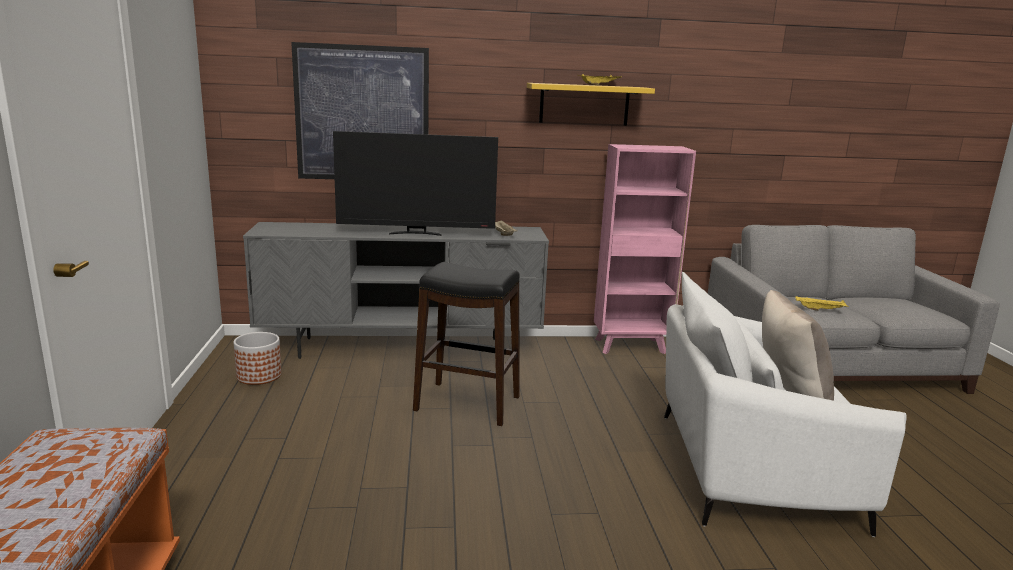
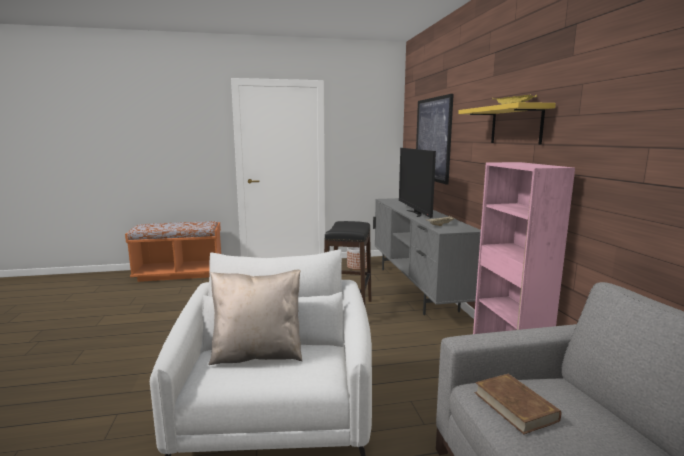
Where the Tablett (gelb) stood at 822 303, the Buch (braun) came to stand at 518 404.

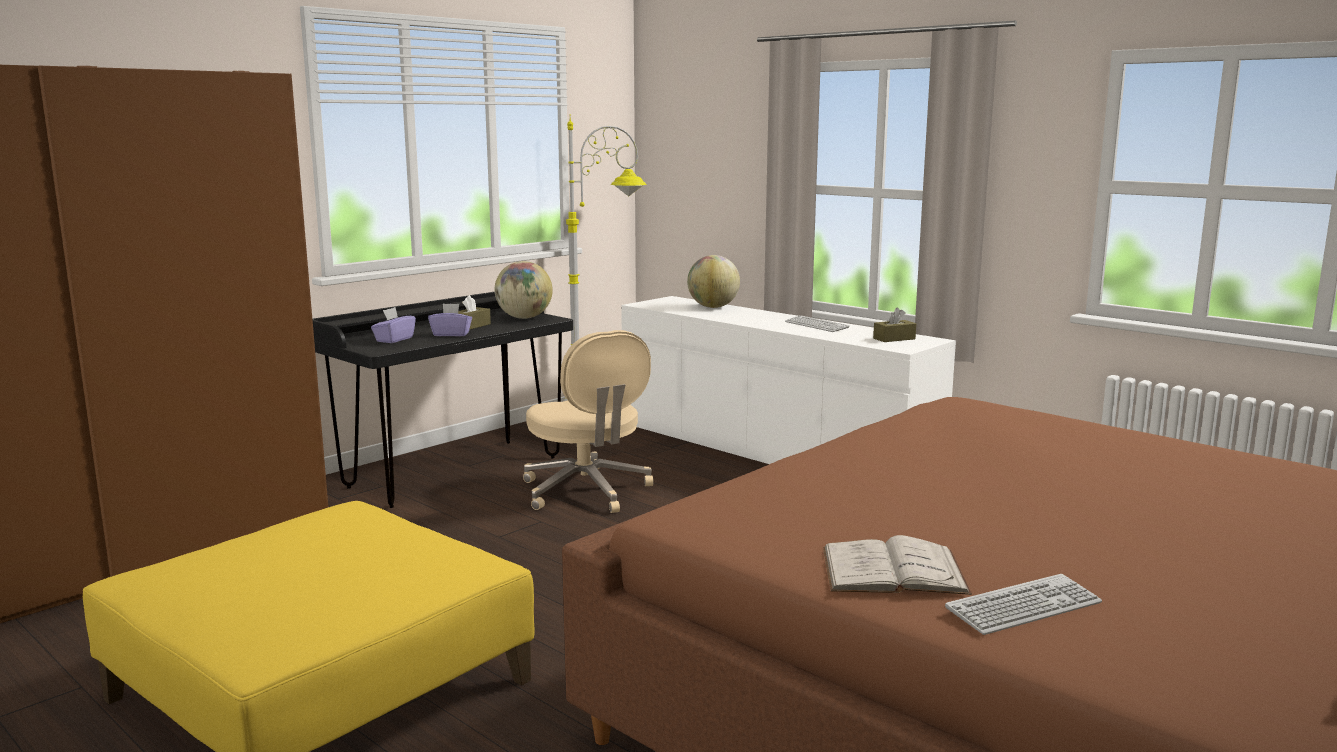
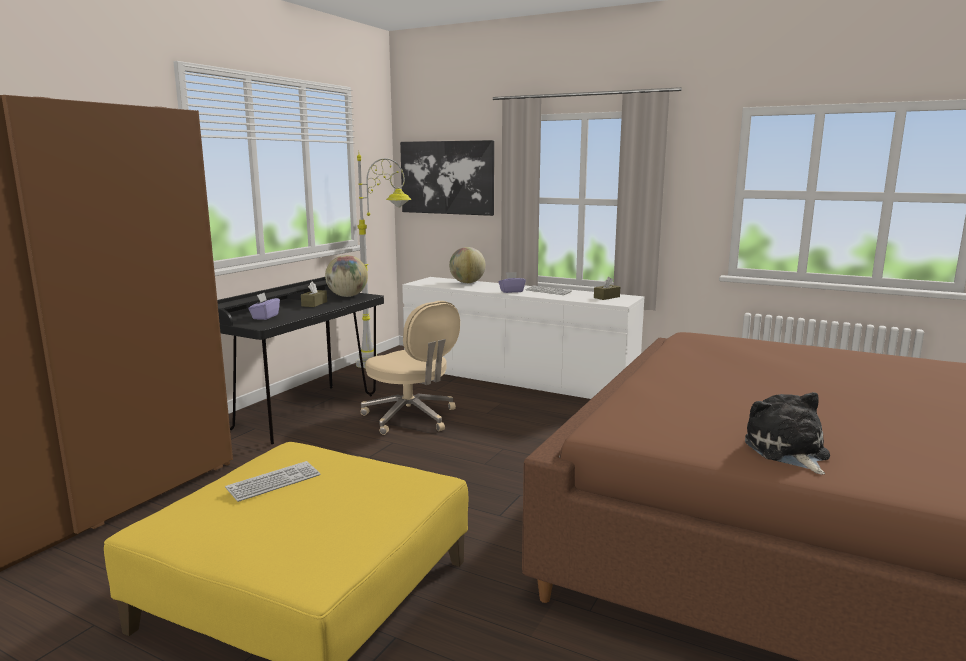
The Taschentuchbox (lila) ended up elsewhere, having gone from 450 320 to 512 282. Where the Buch (weiß) stood at 897 565, the Plüschtier came to stand at 787 433. The Tastatur ended up elsewhere, having gone from 1023 604 to 272 481. The second view gained the Bild at 447 178.

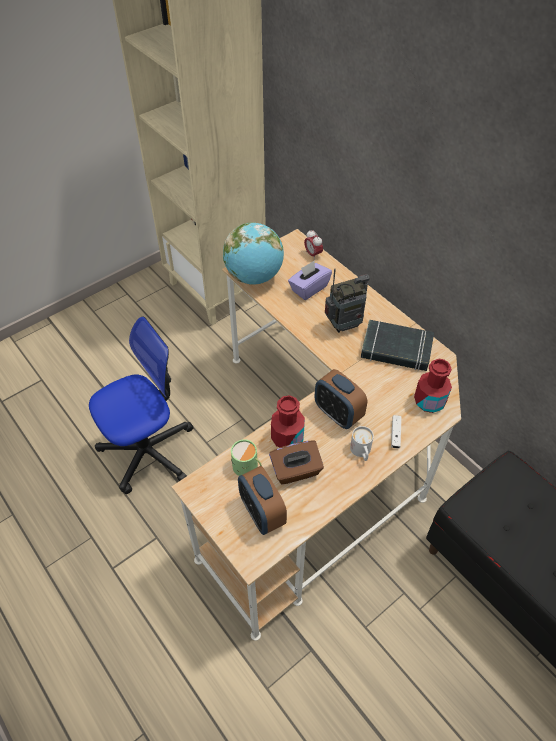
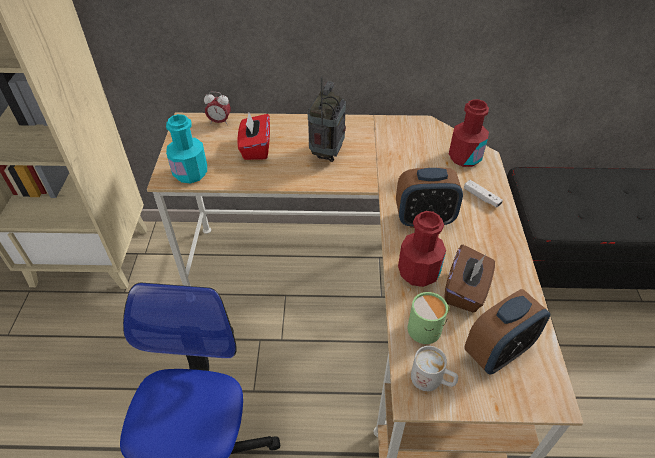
Where the Globus stood at 253 253, the Flasche (türkis) came to stand at 186 148. The Wecker at 262 500 ended up facing another way, 45 degrees counterclockwise from before. What was the Taschentuchbox (lila) at 310 280 turned into the Taschentuchbox (rot) at 253 136. The Henkelbecher (weiß) ended up elsewhere, having gone from 362 443 to 434 368. The second view lost the Buch (schwarz) at 397 345.

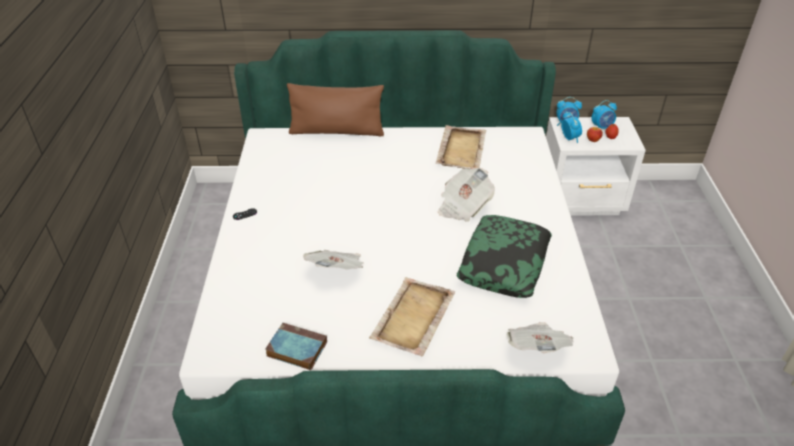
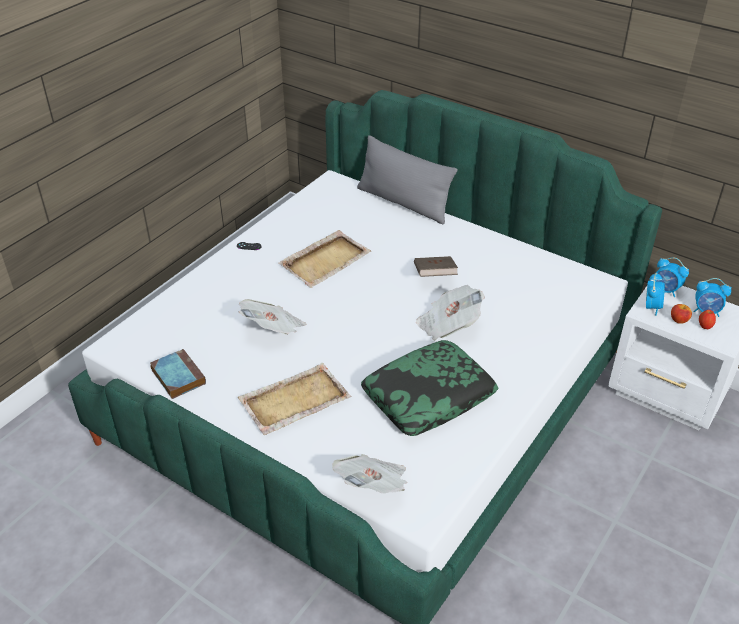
What was the Kissen (braun) at 335 109 turned into the Kissen (grau) at 407 179. The Tablett (beige) ended up elsewhere, having gone from 461 147 to 325 259. The second view gained the Buch (braun) at 436 266.

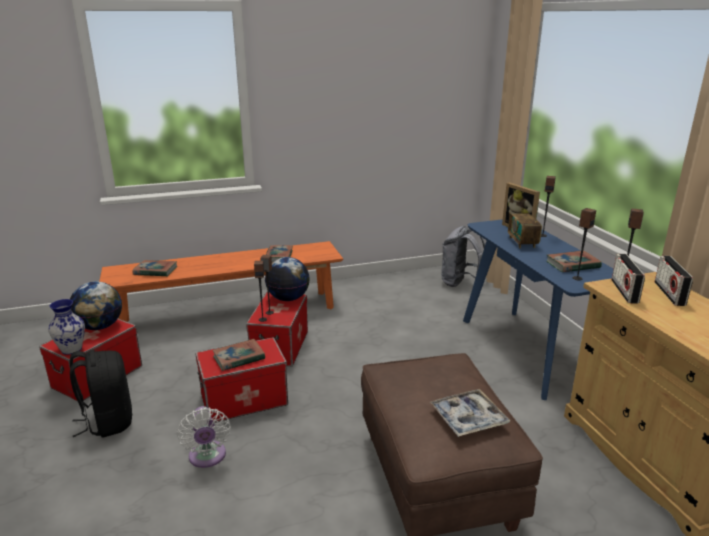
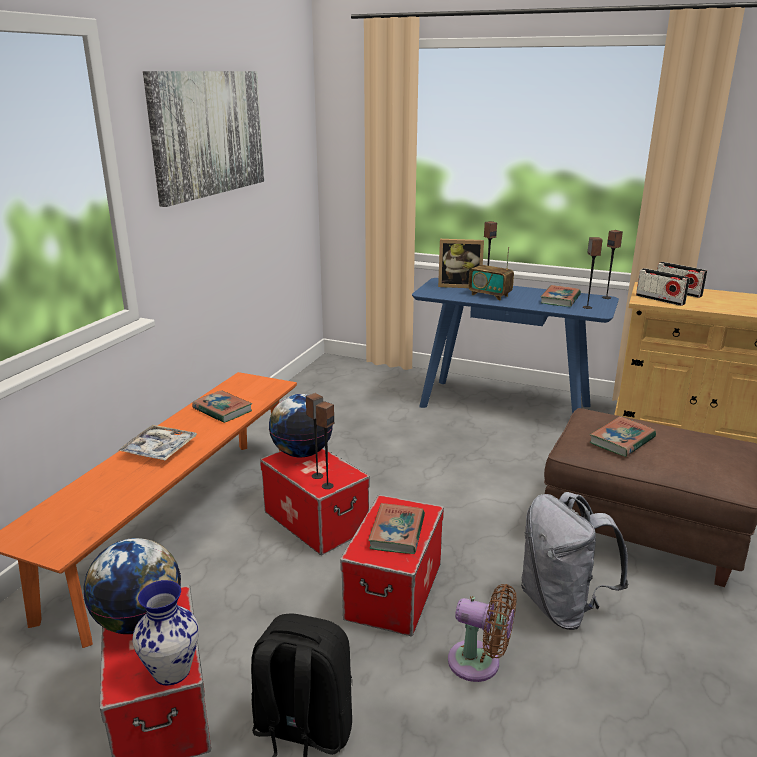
The Buch ended up elsewhere, having gone from 154 268 to 623 436. What was the Ventilator (weiß) at 204 437 turned into the Ventilator (braun) at 482 633. The Tablett ended up elsewhere, having gone from 470 413 to 157 443. The Rucksack (grau) ended up elsewhere, having gone from 463 256 to 575 561. The second view gained the Bild at 203 139.

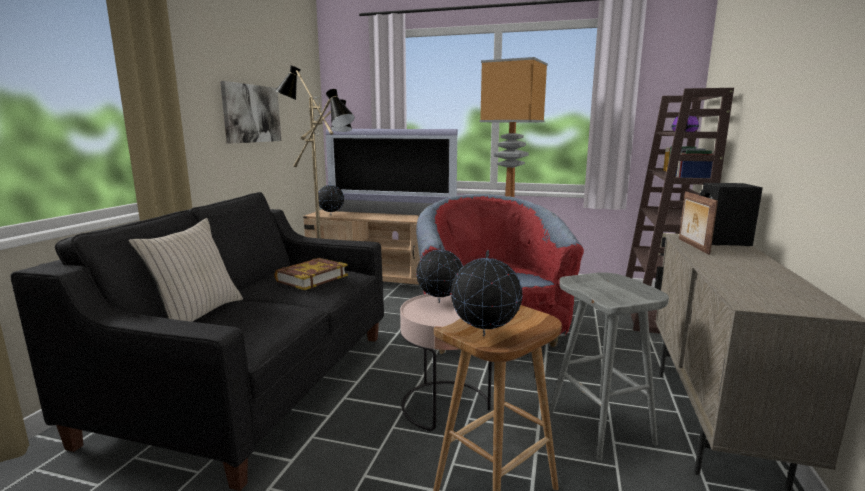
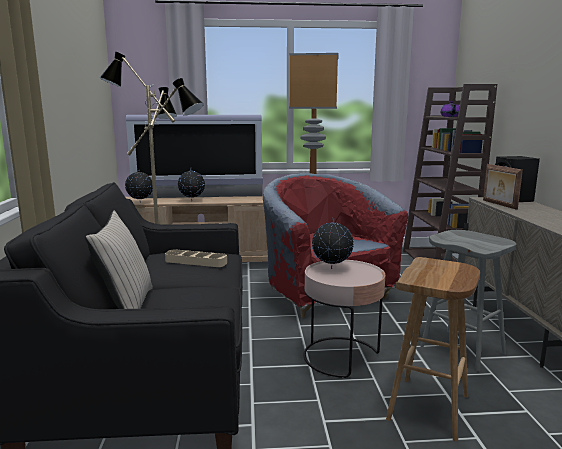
The second view lost the Bild at 250 112. Where the Buch stood at 311 274, the Tablett (beige) came to stand at 196 258. The Globus ended up elsewhere, having gone from 487 293 to 191 184.

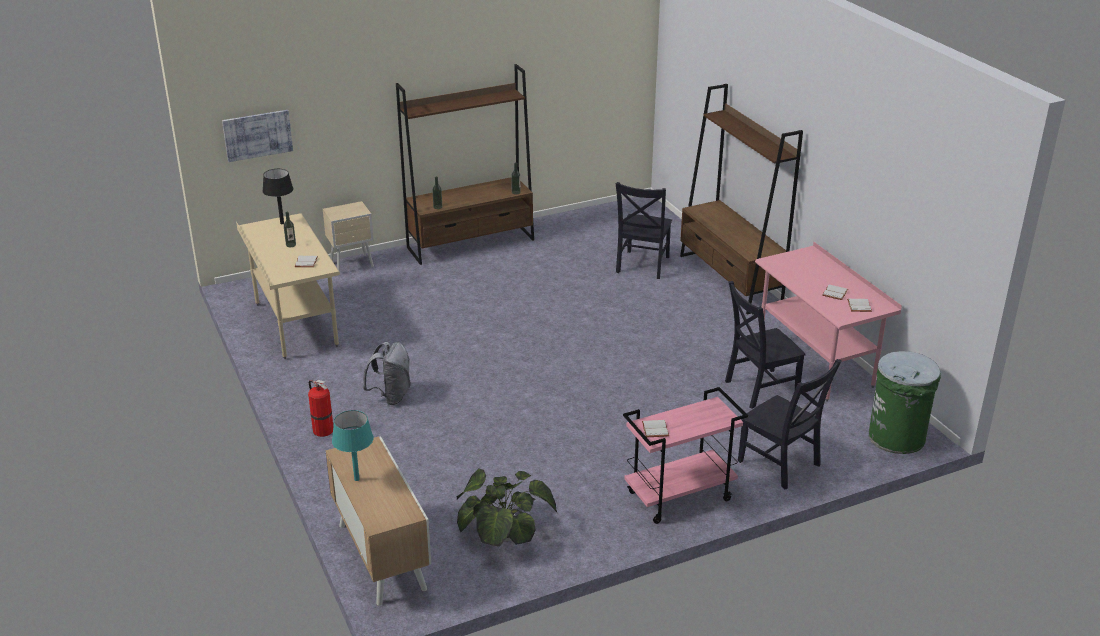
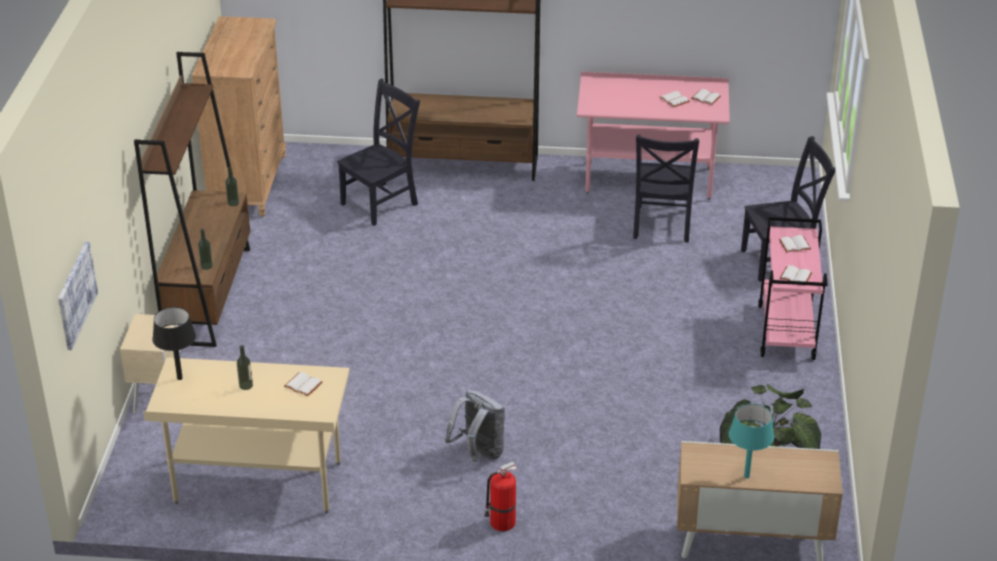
The Stuhl (schwarz) at 644 230 ended up facing another way, 90 degrees counterclockwise from before. The second view lost the Mülleimer (grün) at 905 402. The second view gained the Kommode (braun) at 239 116. The second view gained the Buch (weiß) at 795 243.

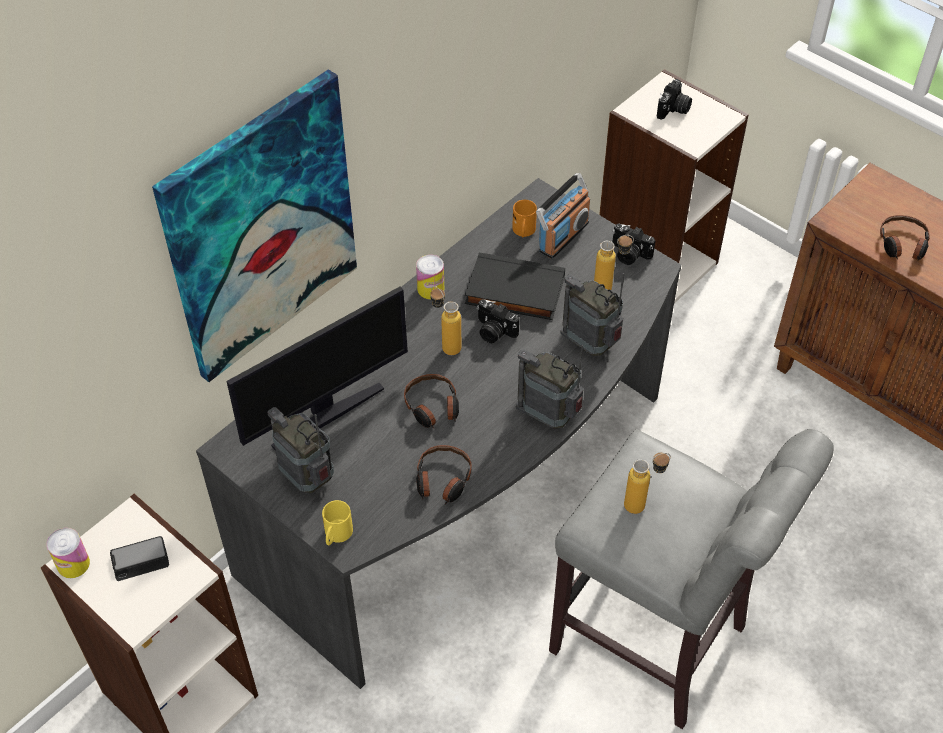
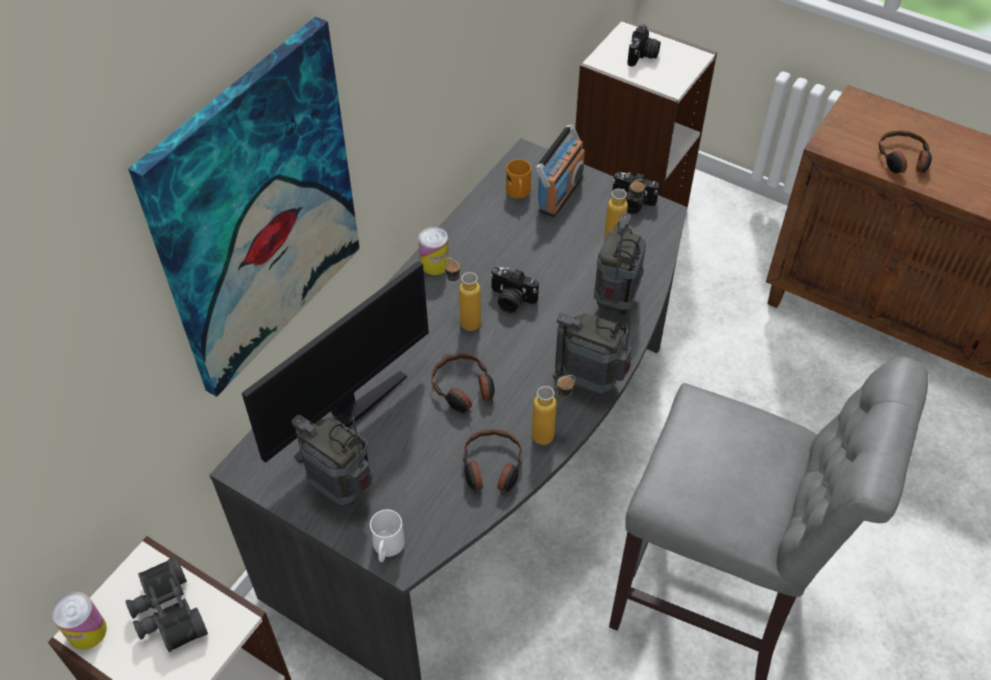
Where the Handy stood at 139 558, the Fernglas (schwarz) came to stand at 166 604. What was the Henkelbecher (gelb) at 337 522 turned into the Henkelbecher (weiß) at 387 535. The second view lost the Buch (schwarz) at 515 286. The Radio at 592 314 ended up facing another way, 75 degrees clockwise from before. The Flasche ended up elsewhere, having gone from 647 483 to 553 410.

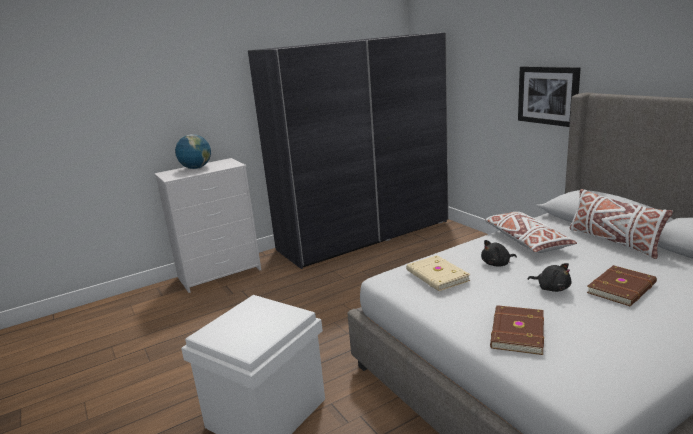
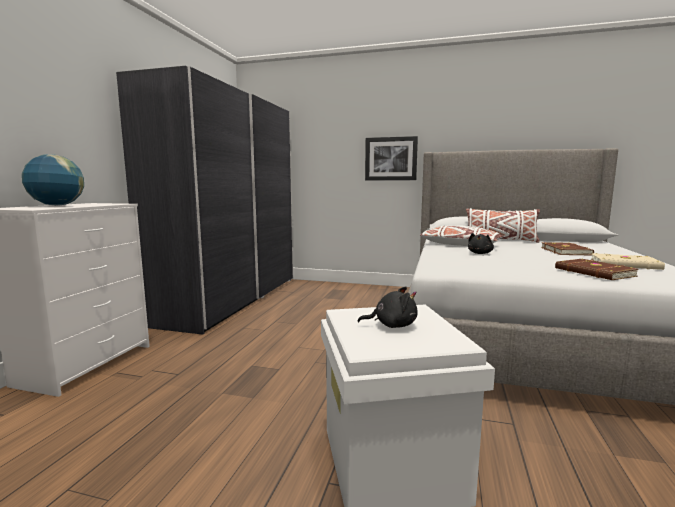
The Buch (beige) ended up elsewhere, having gone from 438 273 to 628 261. The Plüschtier (schwarz) ended up elsewhere, having gone from 549 277 to 388 307.

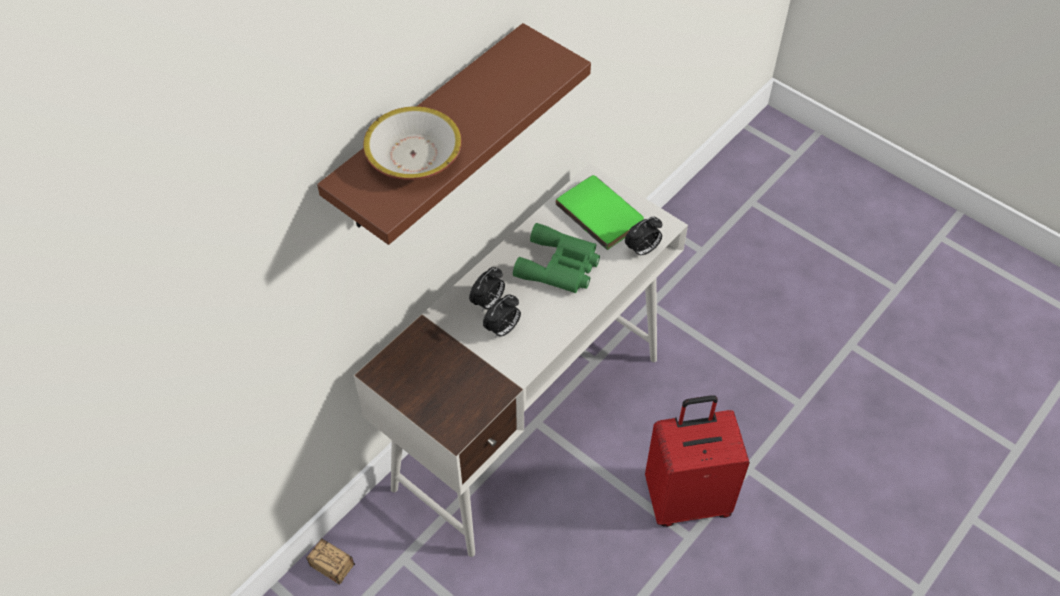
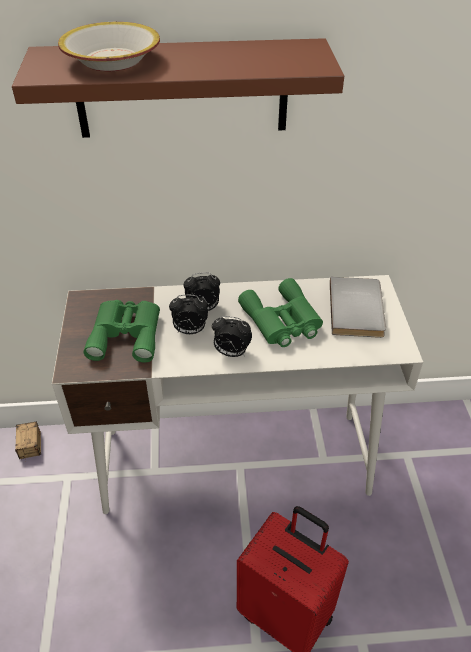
What was the Buch (grün) at 600 212 turned into the Buch (grau) at 358 307. The Wecker ended up elsewhere, having gone from 643 236 to 232 336. The second view gained the Fernglas (grün) at 121 331.

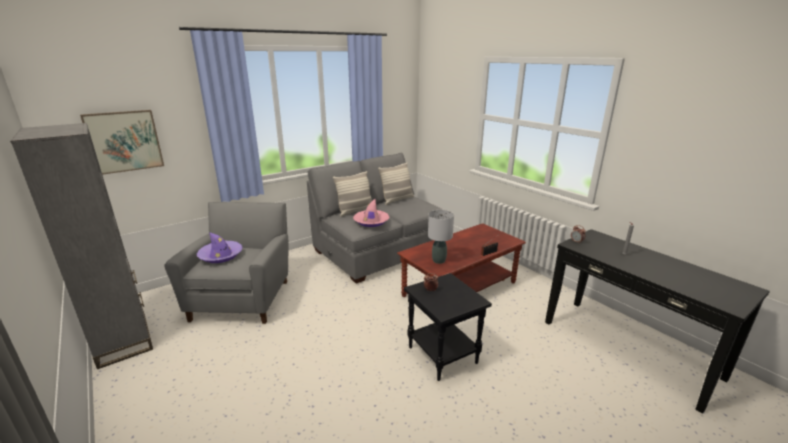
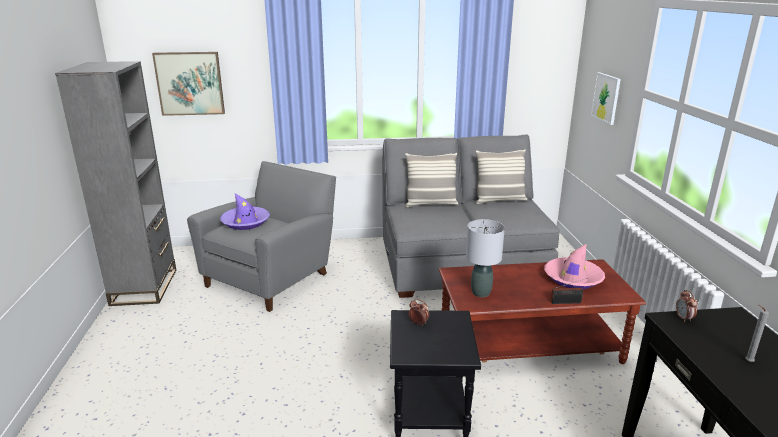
The Hut (rosa) ended up elsewhere, having gone from 371 213 to 574 266. The second view gained the Bild at 606 98.

